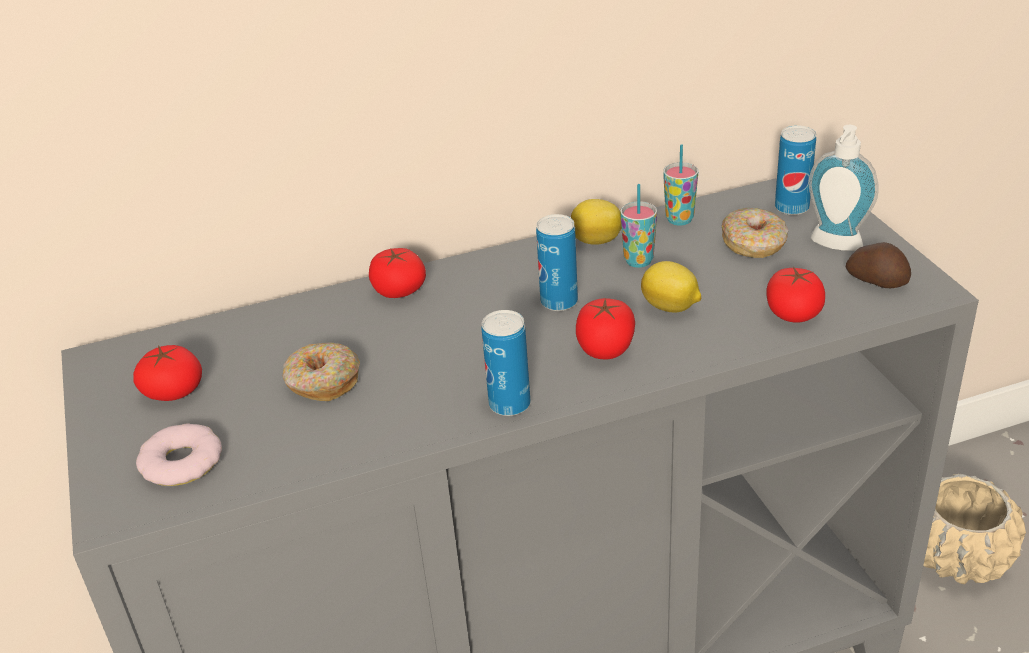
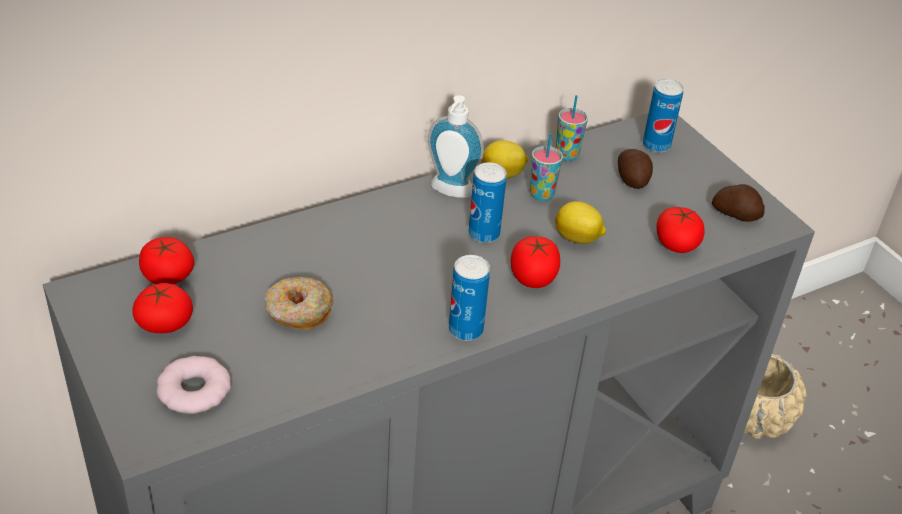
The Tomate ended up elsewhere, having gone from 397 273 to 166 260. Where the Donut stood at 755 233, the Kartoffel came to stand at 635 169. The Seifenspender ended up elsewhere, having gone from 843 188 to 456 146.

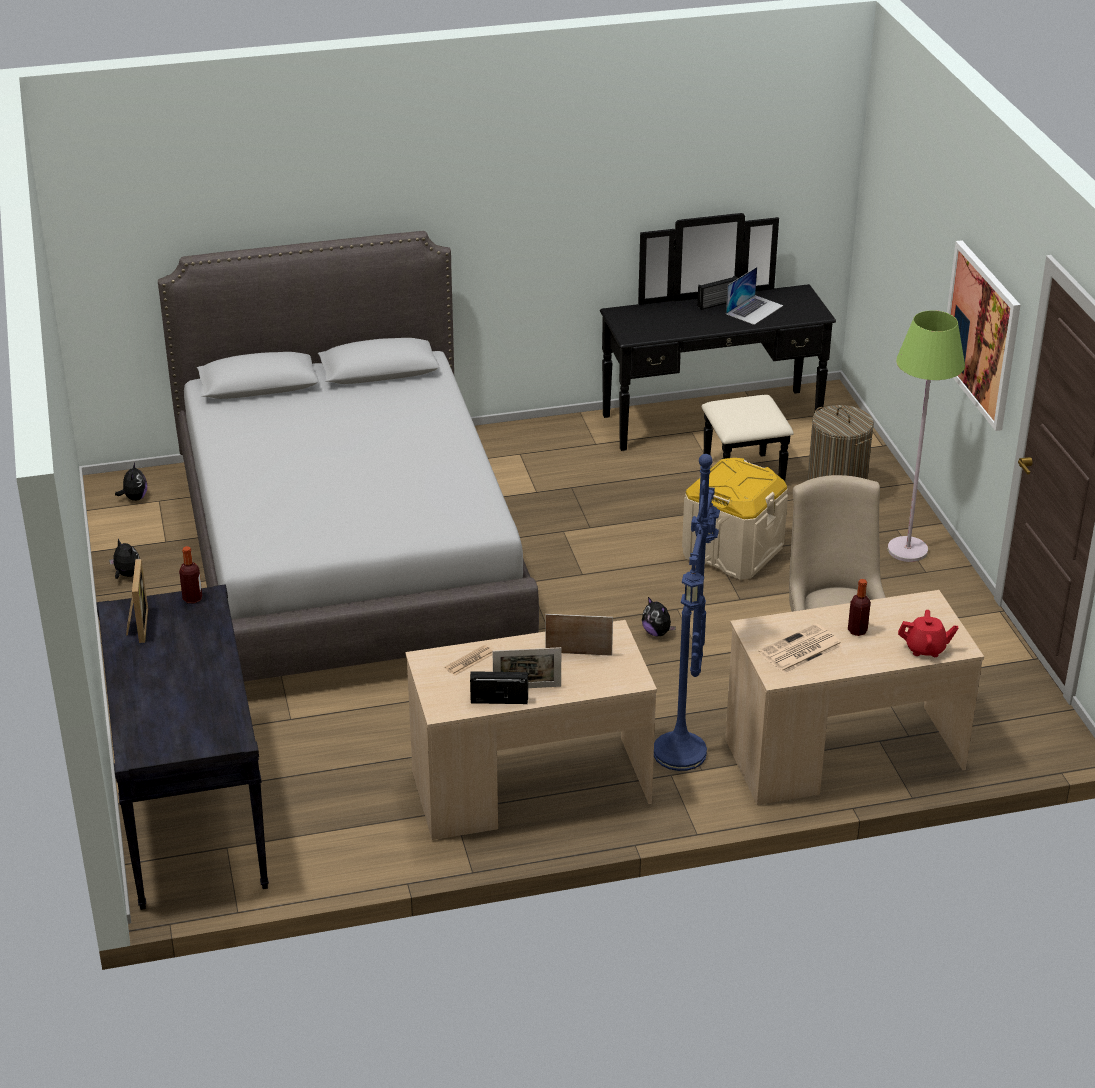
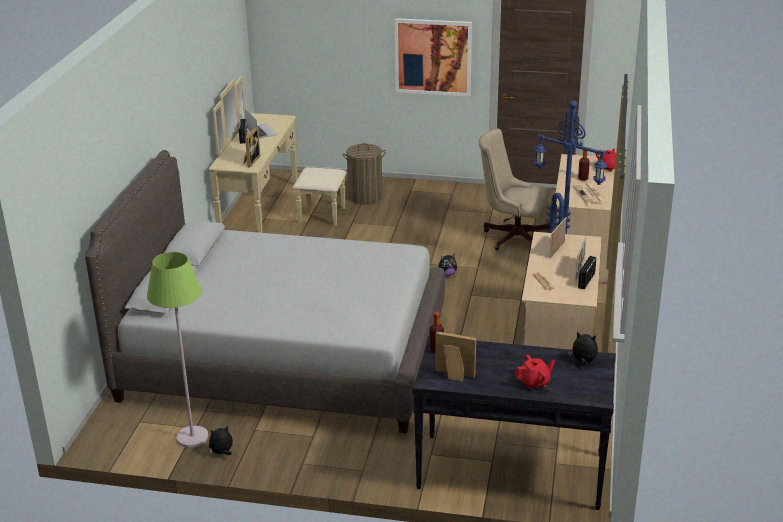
The Plüschtier ended up elsewhere, having gone from 131 482 to 583 348. What was the Kommode (schwarz) at 718 347 turned into the Kommode (beige) at 278 154. The second view lost the Aufbewahrungsbox (beige) at 735 519. The Stehlampe (grün) ended up elsewhere, having gone from 926 436 to 177 350. The second view gained the Bilderrahmen at 252 146. The second view gained the Teekanne (rot) at 535 372.

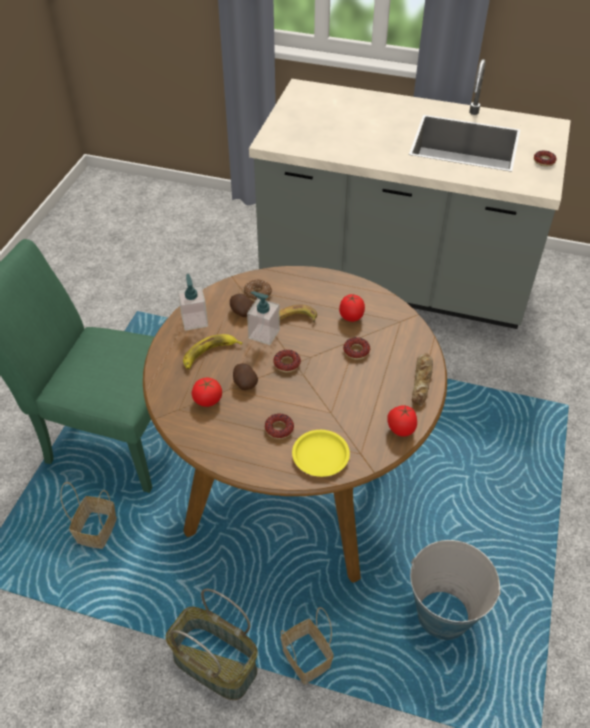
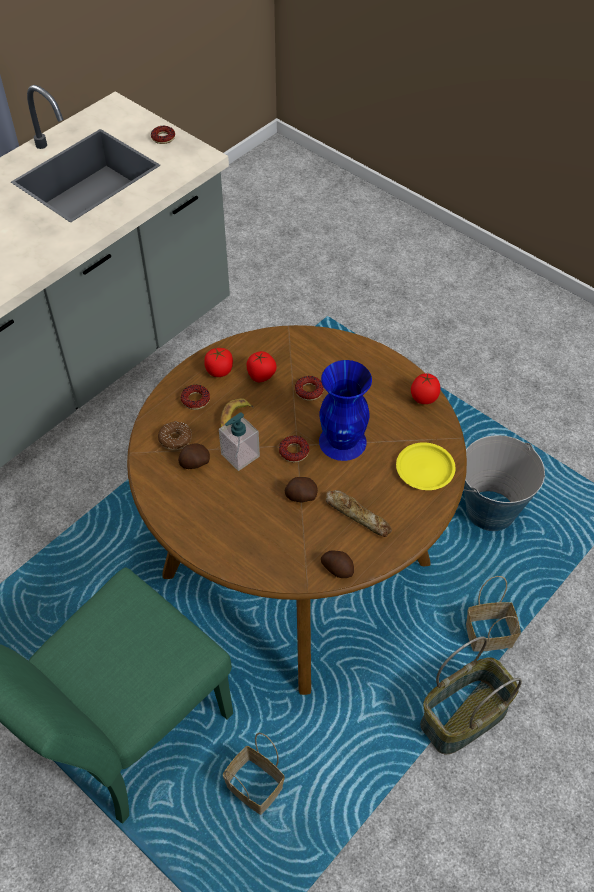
The second view lost the Seifenspender at 193 302. The second view lost the Banane at 213 351. The Tomate ended up elsewhere, having gone from 207 392 to 218 362. The Donut ended up elsewhere, having gone from 279 426 to 195 397. The Brot ended up elsewhere, having gone from 422 379 to 359 513. The second view gained the Vase (blau) at 345 410. The second view gained the Kartoffel at 337 564.

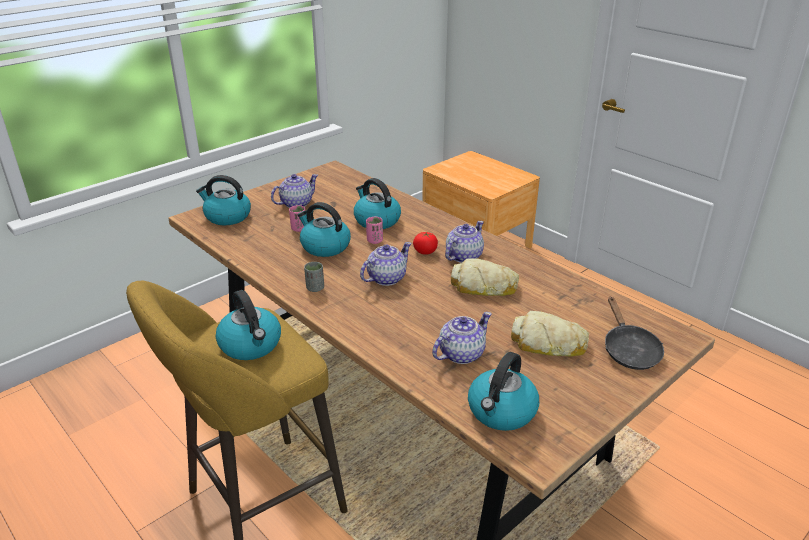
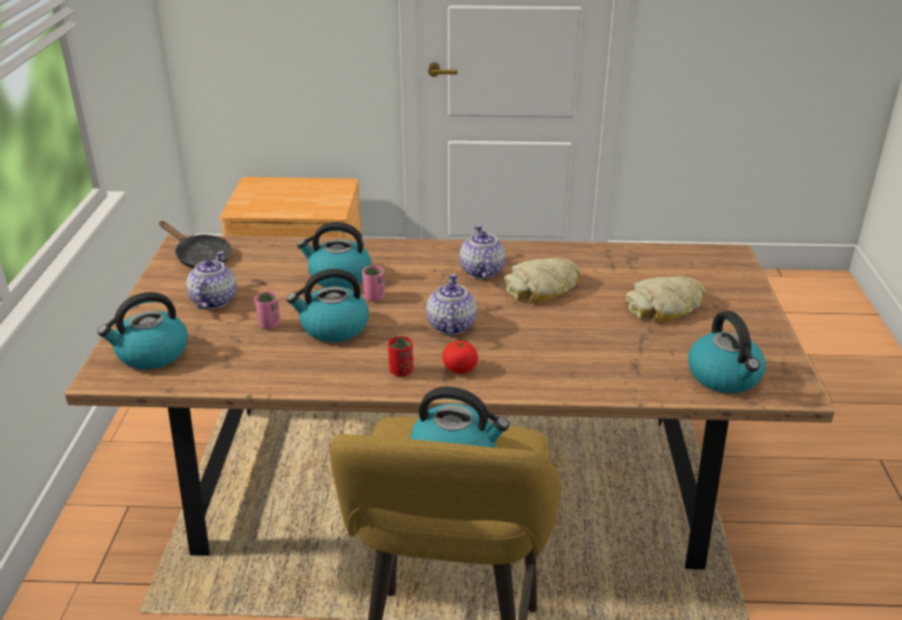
What was the Tasse (grau) at 314 277 turned into the Tasse (rot) at 401 356. The Tomate ended up elsewhere, having gone from 425 243 to 460 357. The second view lost the Teekanne at 462 338. The Pfanne (schwarz) ended up elsewhere, having gone from 634 333 to 195 244.

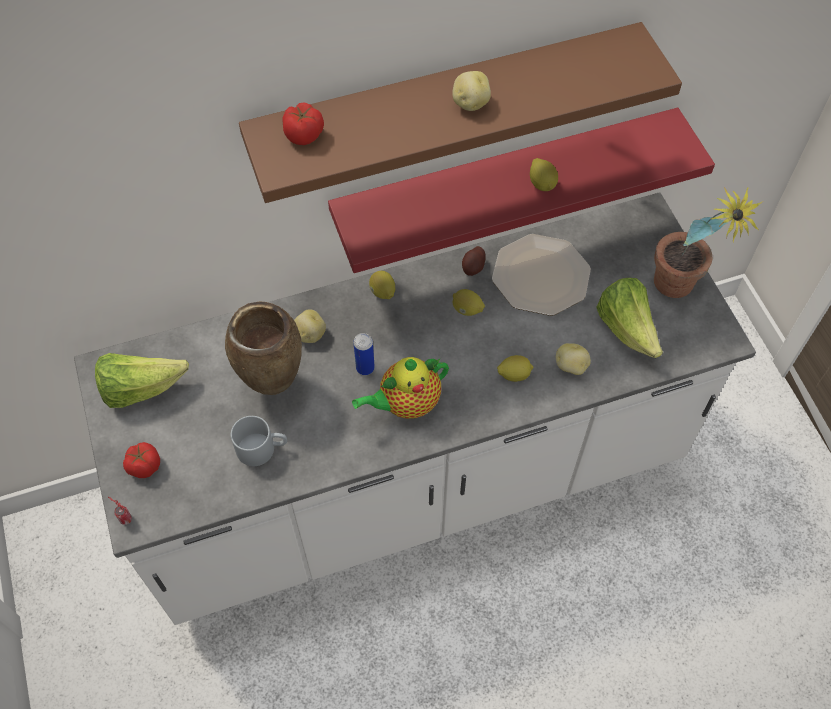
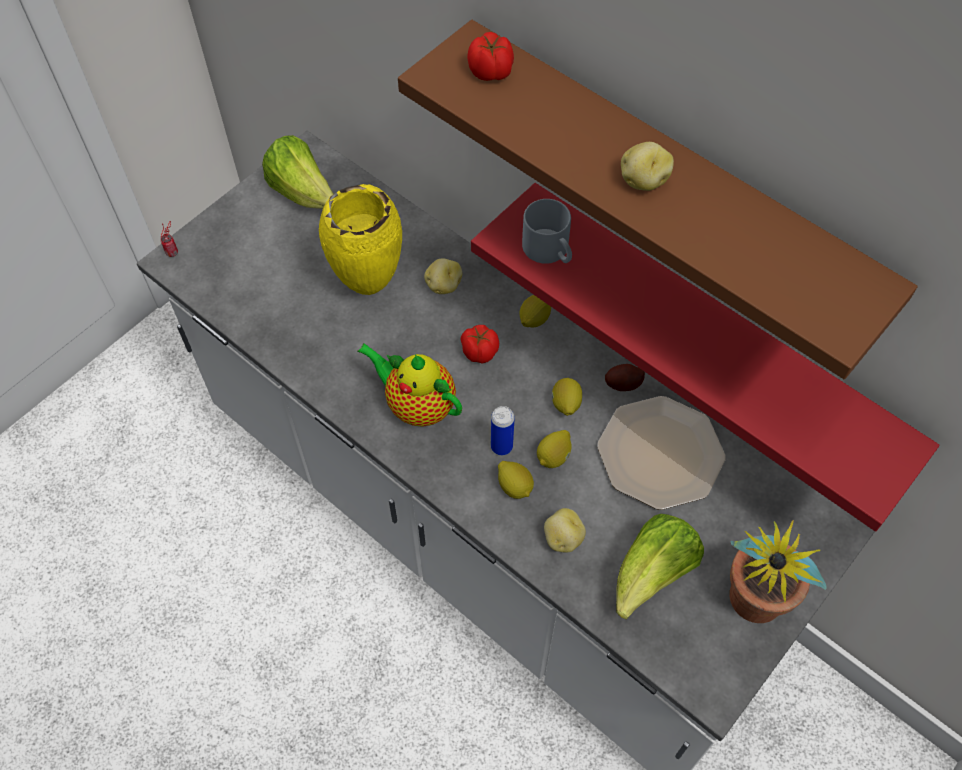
The Tomate ended up elsewhere, having gone from 141 460 to 479 344. What was the Vase (braun) at 263 348 turned into the Vase (gelb) at 360 239. The Henkelbecher (grau) ended up elsewhere, having gone from 259 441 to 547 231. The Dose ended up elsewhere, having gone from 364 354 to 503 430. The Zitrone ended up elsewhere, having gone from 544 174 to 554 449.

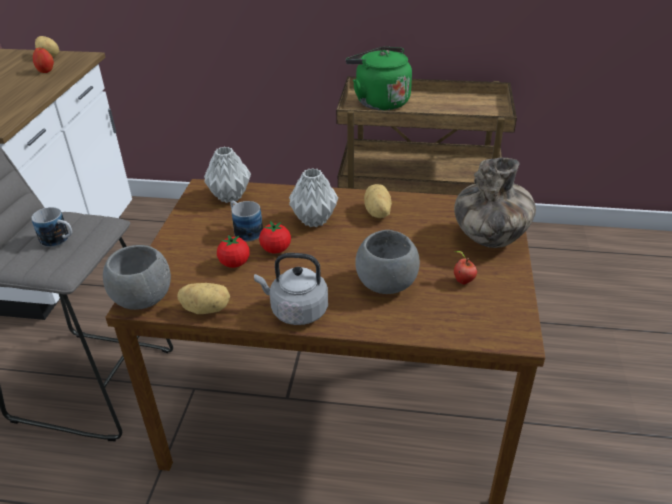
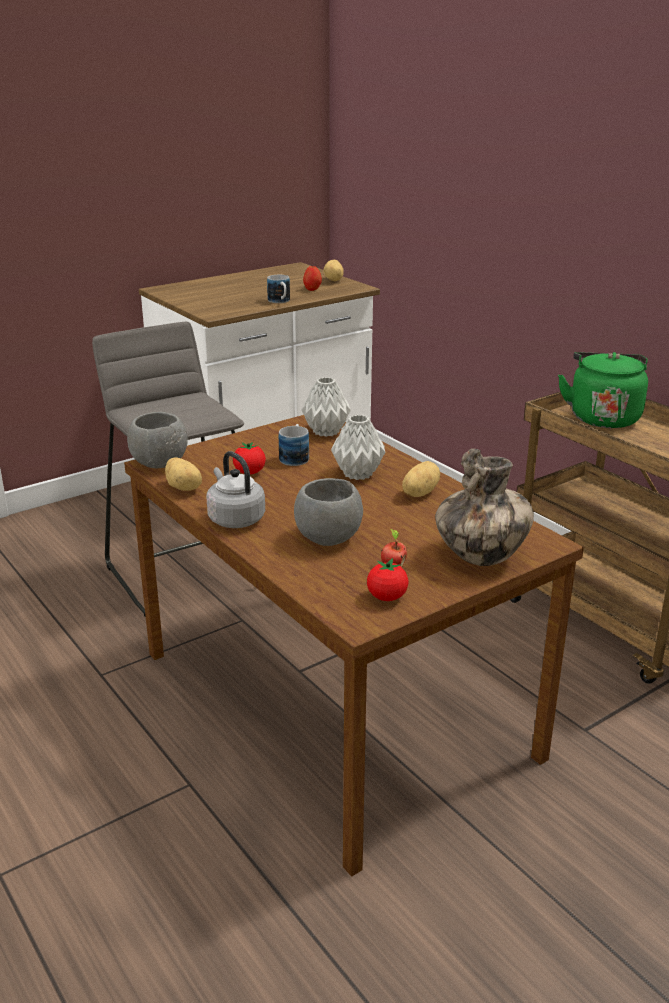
The Henkelbecher ended up elsewhere, having gone from 51 227 to 278 289. The Tomate ended up elsewhere, having gone from 275 237 to 388 579.

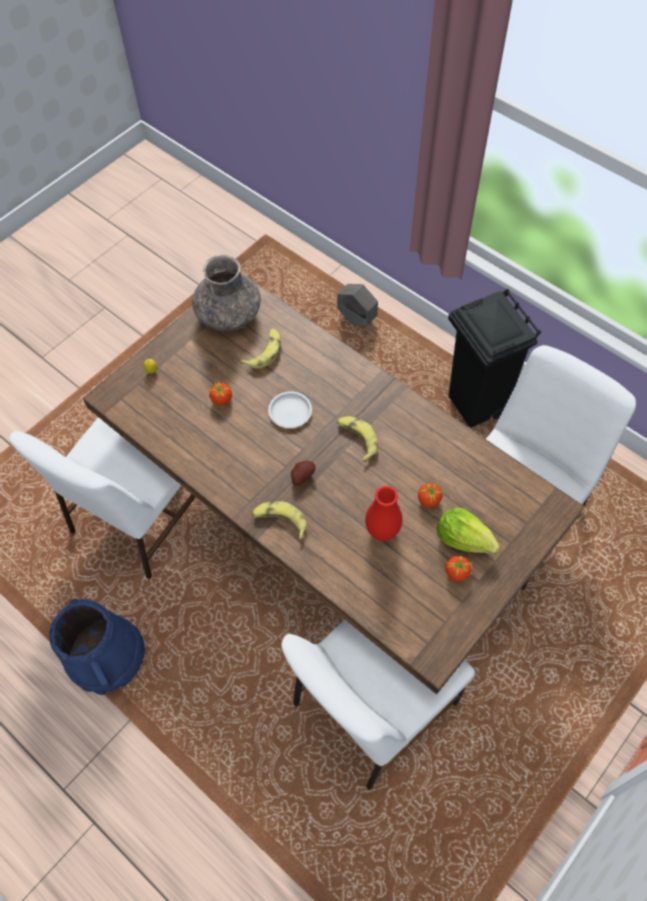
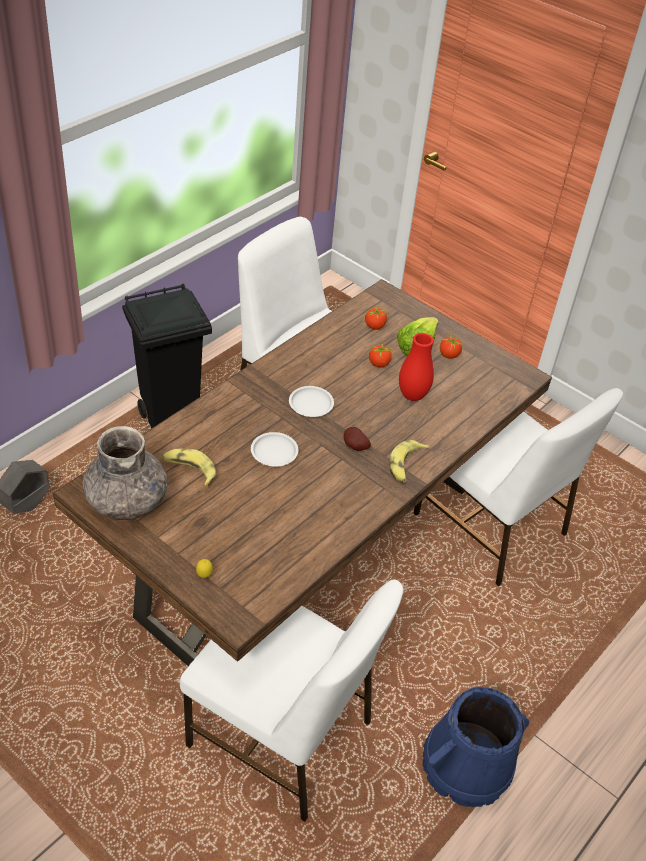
The Tomate ended up elsewhere, having gone from 220 393 to 376 318. Where the Banane stood at 357 439, the Teller (weiß) came to stand at 311 401.

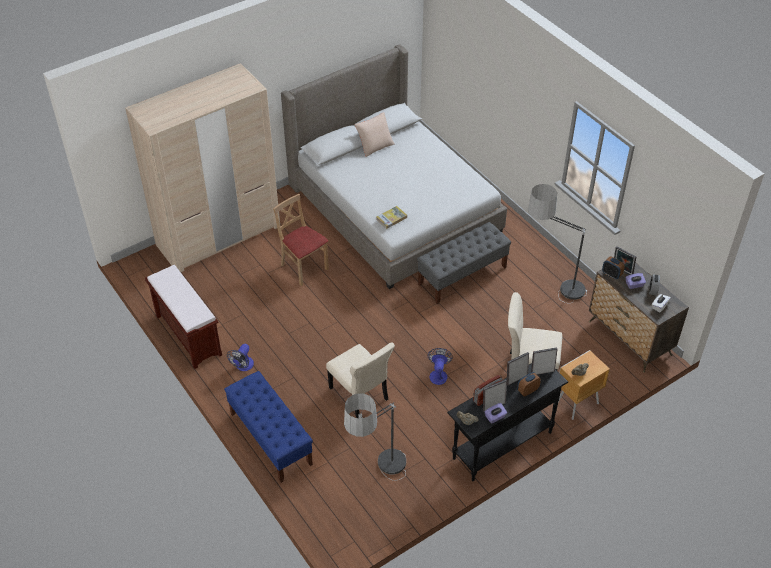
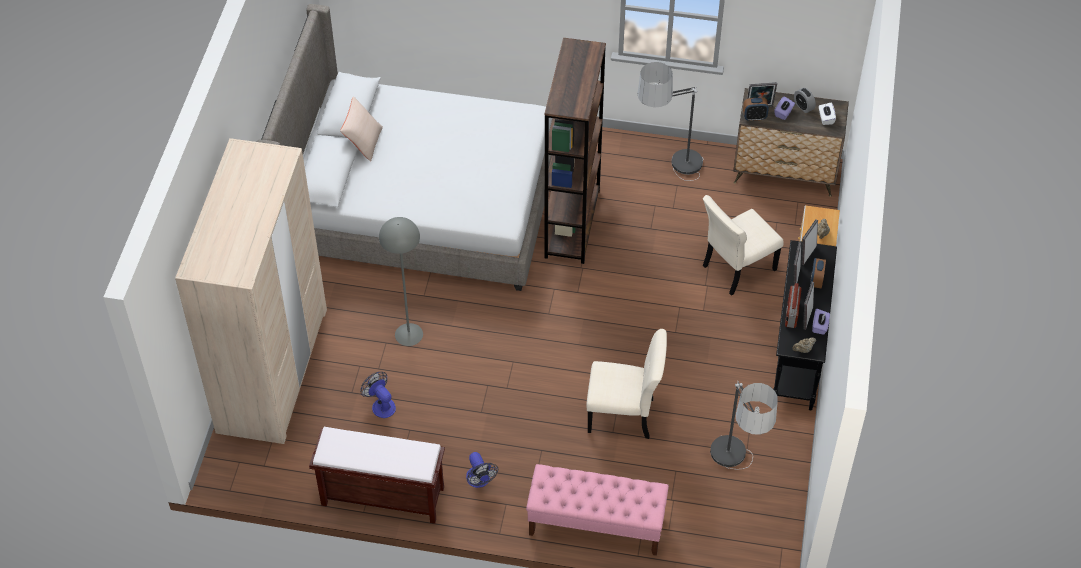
What was the Bank (blau) at 268 427 turned into the Bank (rosa) at 597 510. Where the Stuhl (beige) stood at 301 240, the Stehlampe (grau) came to stand at 401 281. The second view lost the Buch at 391 217. Where the Bank (grau) stood at 464 263, the Bücherregal (braun) came to stand at 575 151. The Ventilator ended up elsewhere, having gone from 440 366 to 378 395.

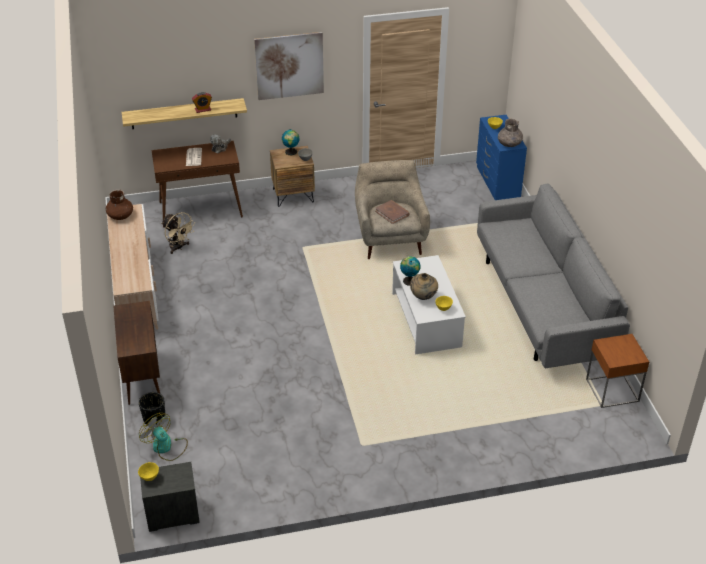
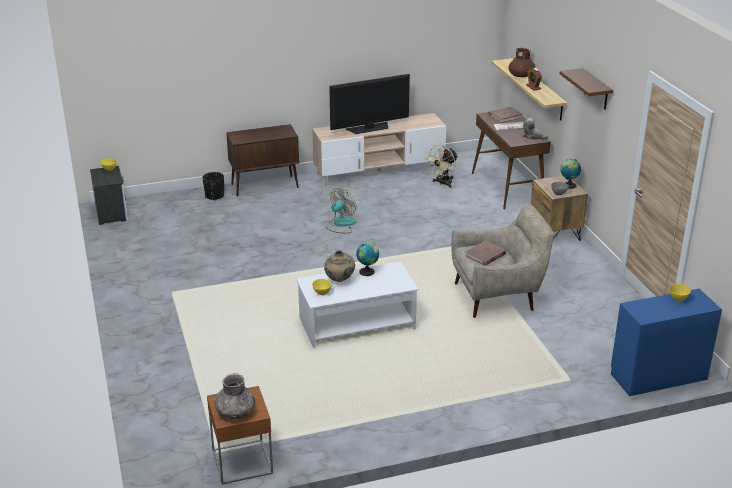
The Vase (braun) ended up elsewhere, having gone from 119 204 to 522 62. The Ventilator ended up elsewhere, having gone from 163 437 to 341 210. Where the Bild hung at 289 66, the Wandregal (braun) came to hang at 586 89. The second view lost the Sofa (grau) at 553 275. The Vase (grau) ended up elsewhere, having gone from 510 132 to 234 396. The second view gained the Fernseher at 369 104. The second view gained the Buch (braun) at 505 115.

